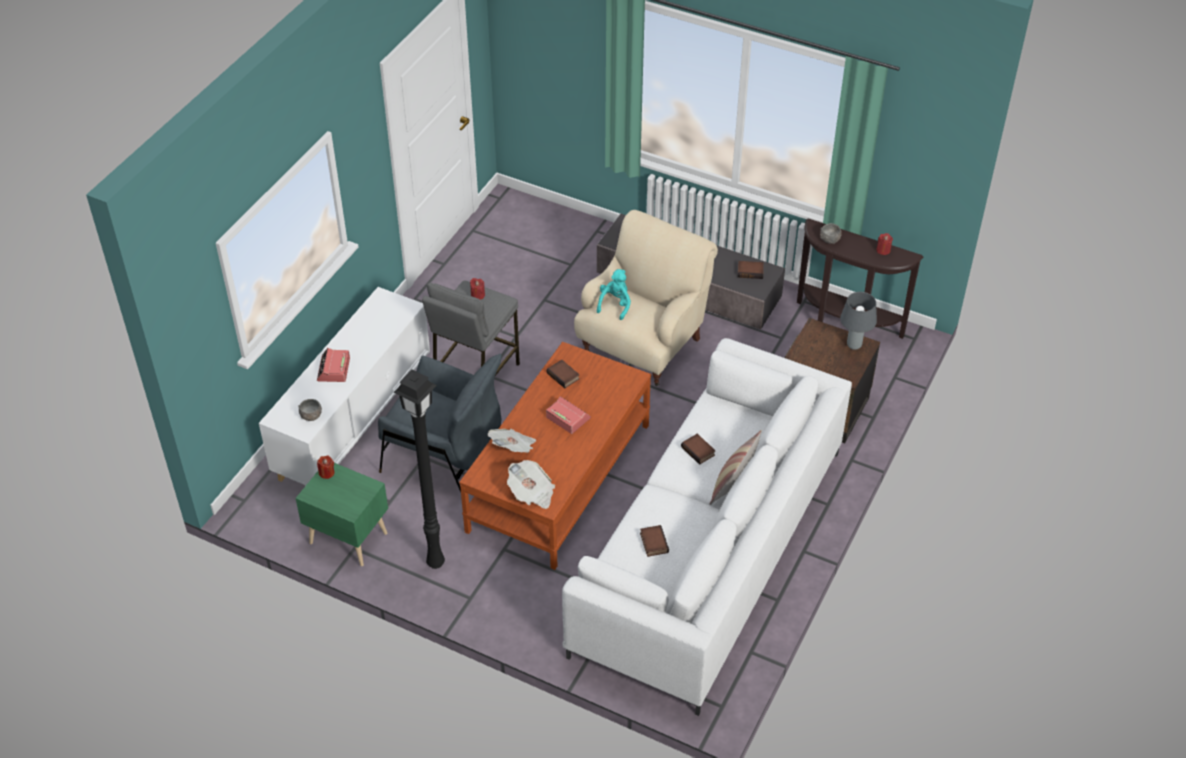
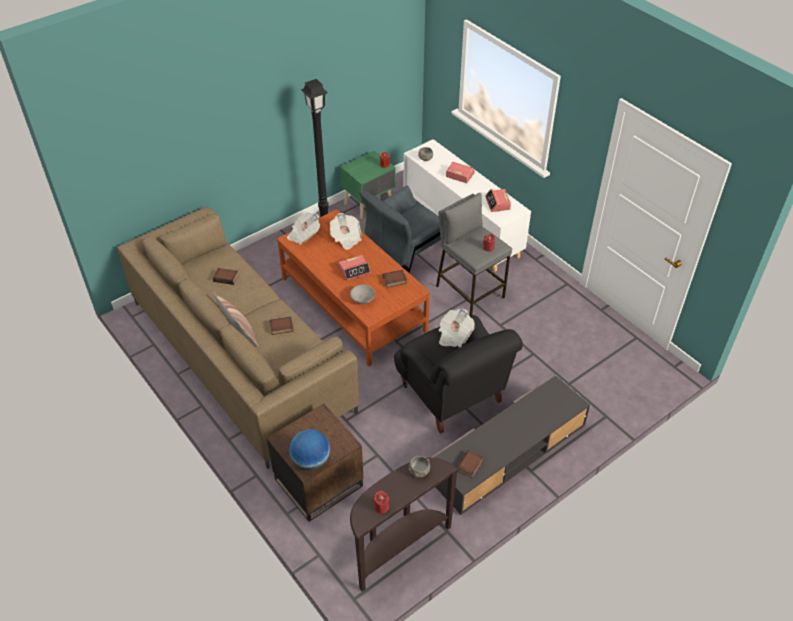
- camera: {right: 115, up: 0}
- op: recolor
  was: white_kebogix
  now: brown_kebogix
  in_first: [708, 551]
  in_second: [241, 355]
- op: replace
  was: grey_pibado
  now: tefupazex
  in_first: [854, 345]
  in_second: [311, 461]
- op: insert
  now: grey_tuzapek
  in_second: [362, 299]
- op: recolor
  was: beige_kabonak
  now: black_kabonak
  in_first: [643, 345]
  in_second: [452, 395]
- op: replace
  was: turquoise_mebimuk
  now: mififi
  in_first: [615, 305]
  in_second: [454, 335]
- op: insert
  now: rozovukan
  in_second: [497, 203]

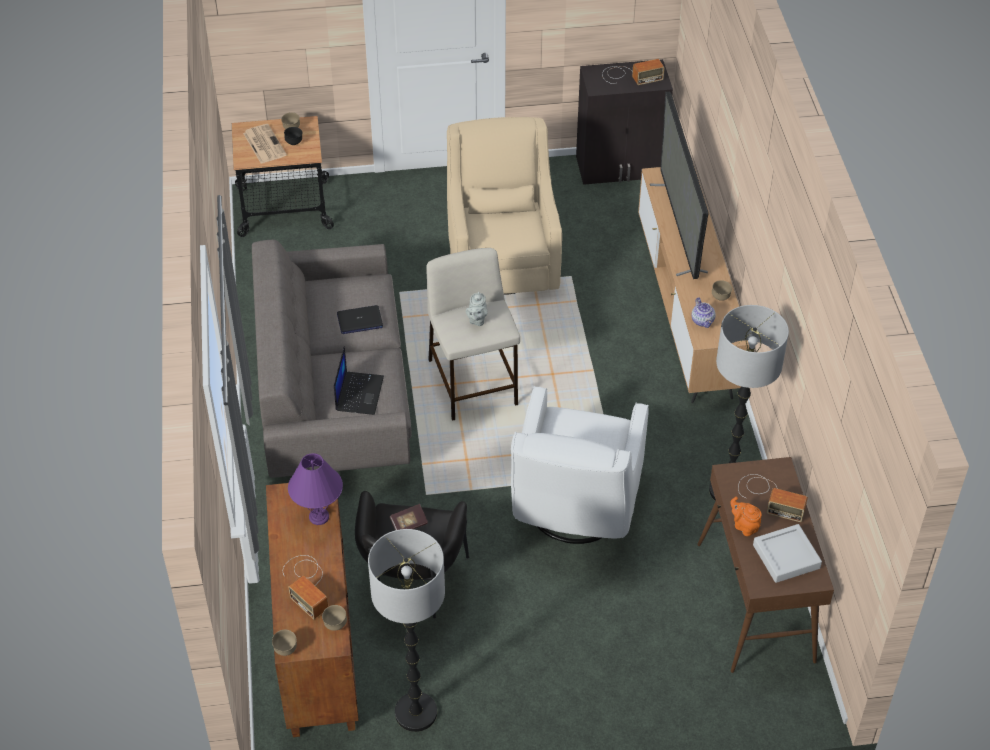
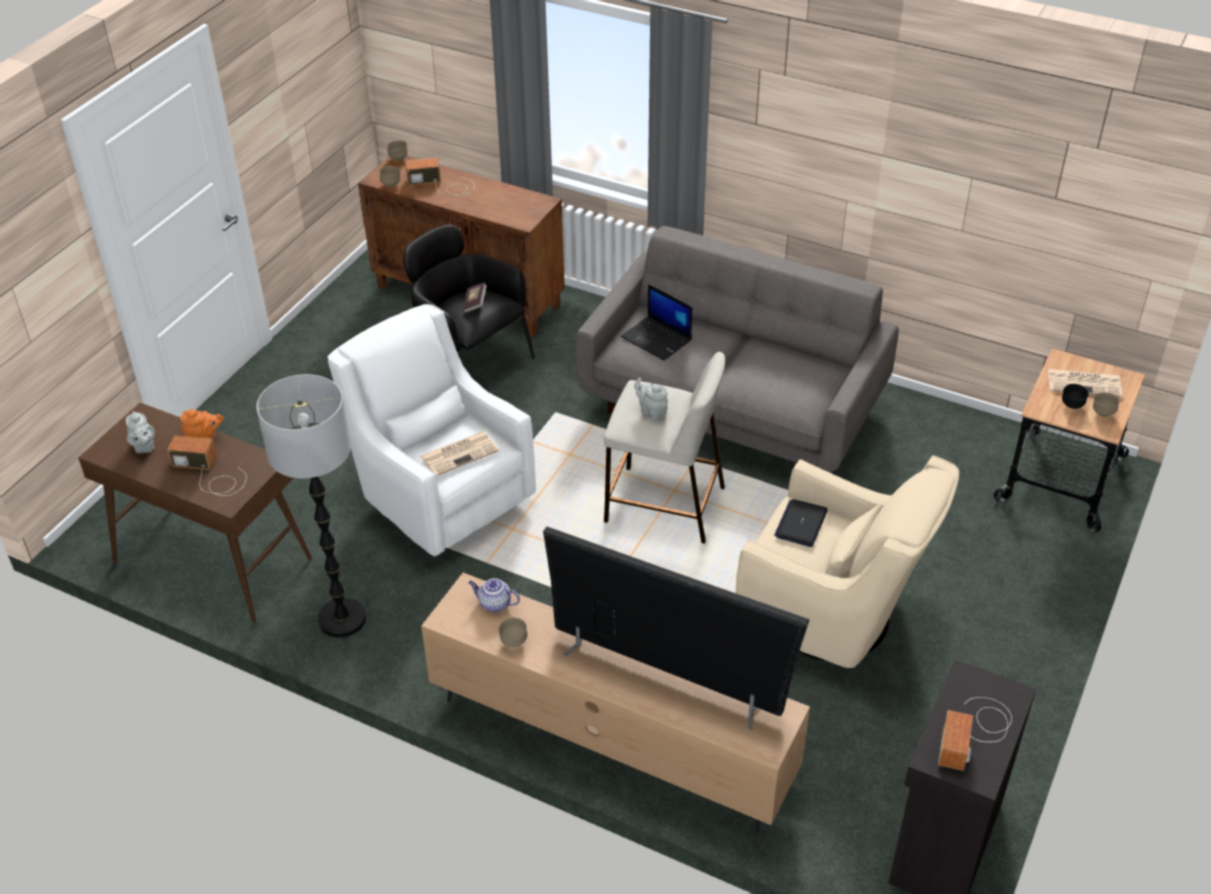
- camera: {right: 125, up: -5}
- op: replace
  was: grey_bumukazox
  now: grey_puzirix
  in_first: [786, 556]
  in_second: [144, 447]
- op: rotate
  was: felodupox
  in_first: [769, 497]
  in_second: [210, 474]
  clockwise: 45
- op: insert
  now: mififi
  in_second: [460, 453]
- op: move
  was: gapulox
  in_first: [359, 321]
  in_second: [801, 524]
- op: delete
  was: purple_pibado
  in_first: [318, 517]
- op: delete
  was: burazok
  in_first: [415, 713]

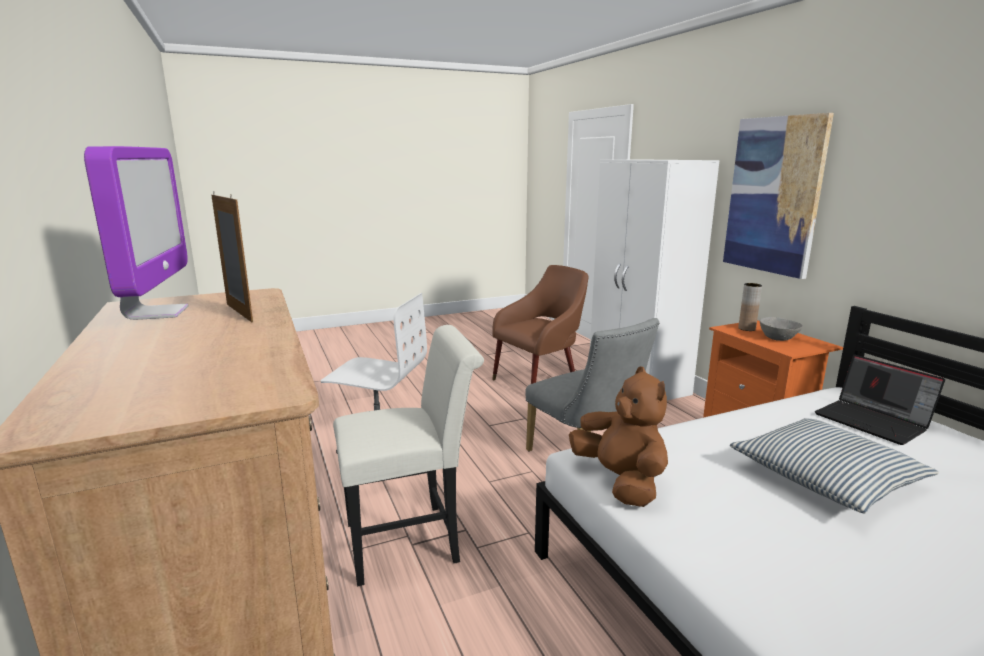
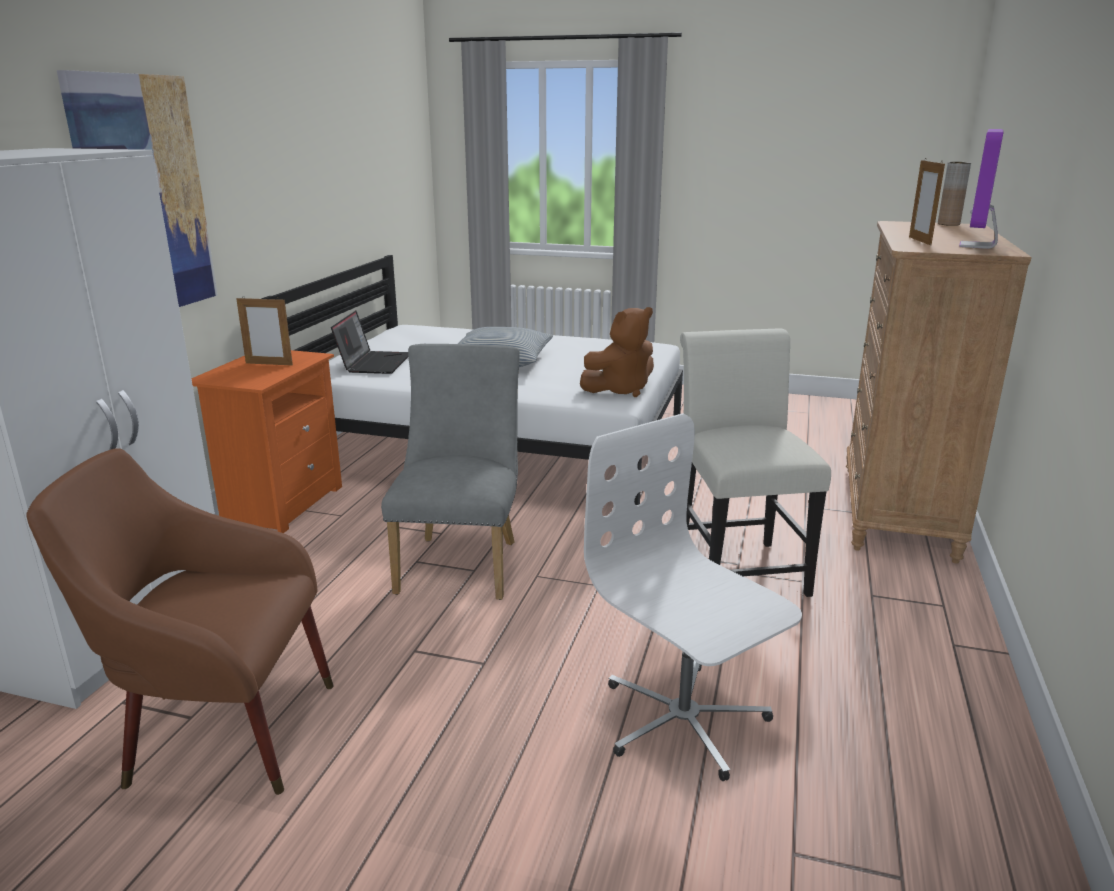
- camera: {right: -140, up: 5}
- op: replace
  was: grey_tuzapek
  now: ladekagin
  in_first: [778, 338]
  in_second: [269, 364]
- op: rotate
  was: brown_mebimuk
  in_first: [620, 481]
  in_second: [620, 390]
  clockwise: -135
- op: rotate
  was: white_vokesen
  in_first: [411, 540]
  in_second: [736, 567]
  clockwise: 60
- op: move
  was: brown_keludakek
  in_first: [746, 328]
  in_second: [948, 224]

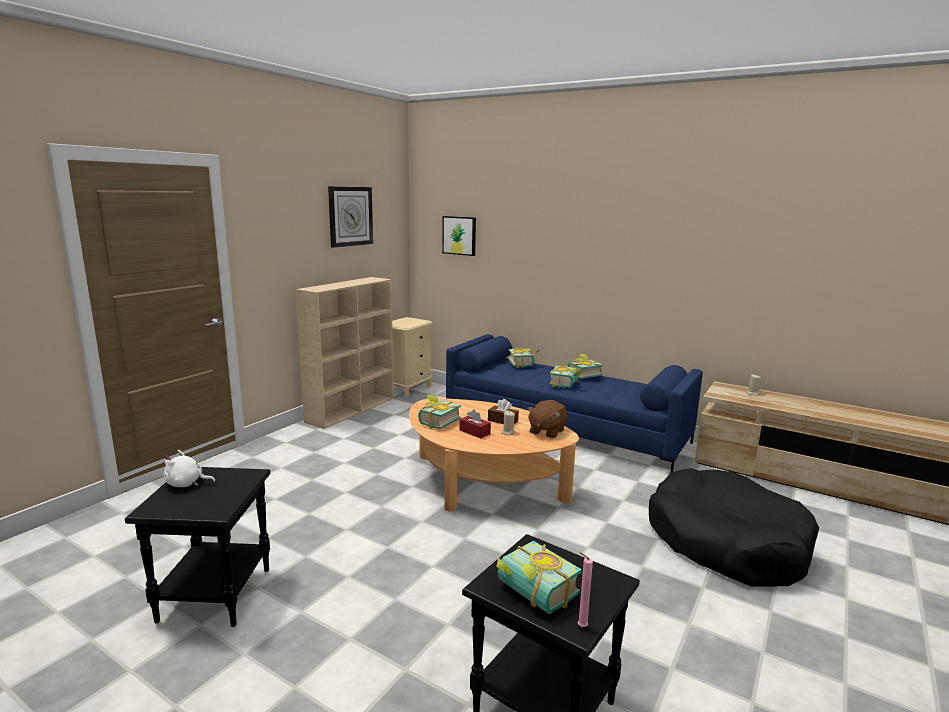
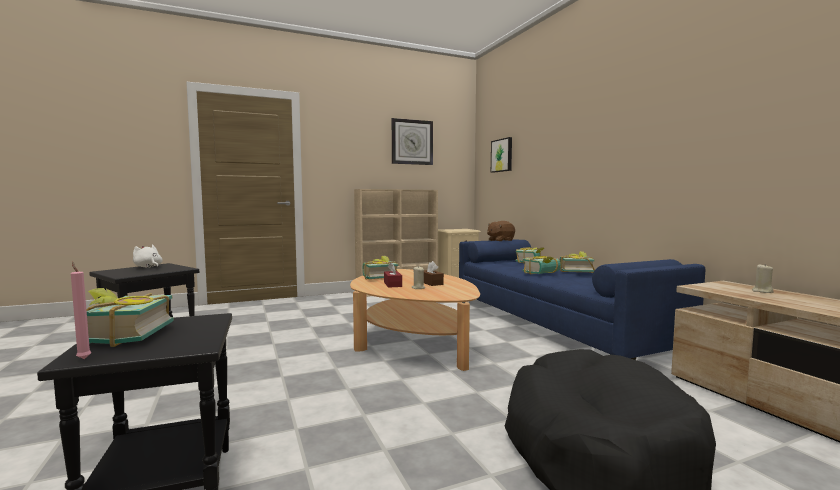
- camera: {right: 35, up: -10}
- op: move
  was: brown_mebimuk
  in_first: [546, 431]
  in_second: [500, 240]

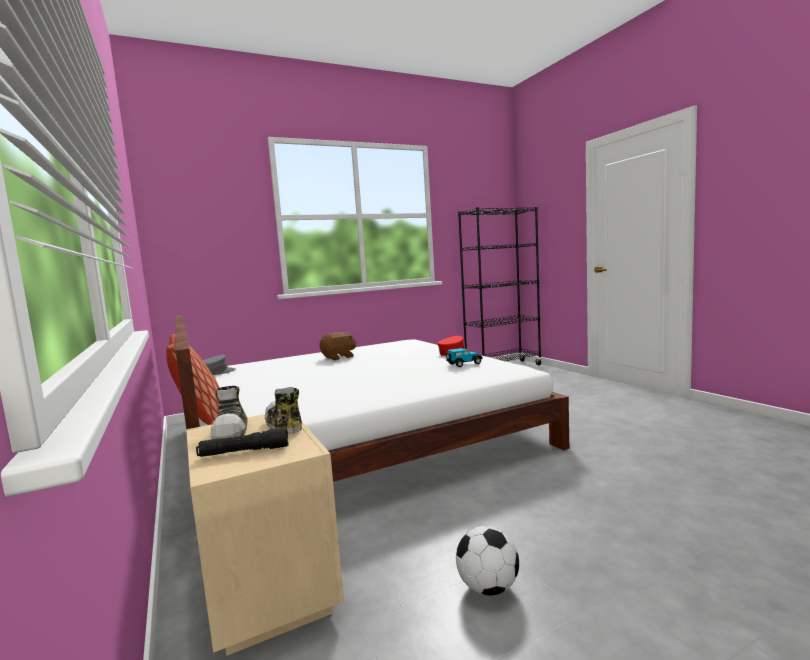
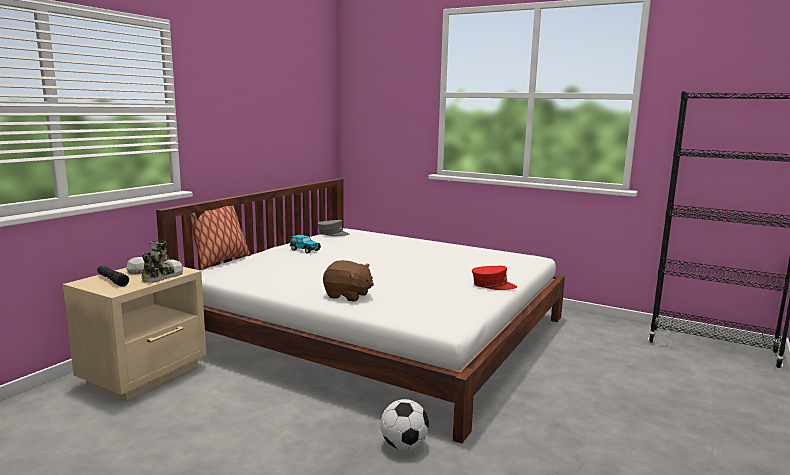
- camera: {right: 55, up: 5}
- op: move
  was: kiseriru
  in_first: [463, 364]
  in_second: [304, 250]
- op: move
  was: brown_mebimuk
  in_first: [339, 357]
  in_second: [348, 296]
- op: move
  was: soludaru
  in_first: [488, 587]
  in_second: [404, 445]

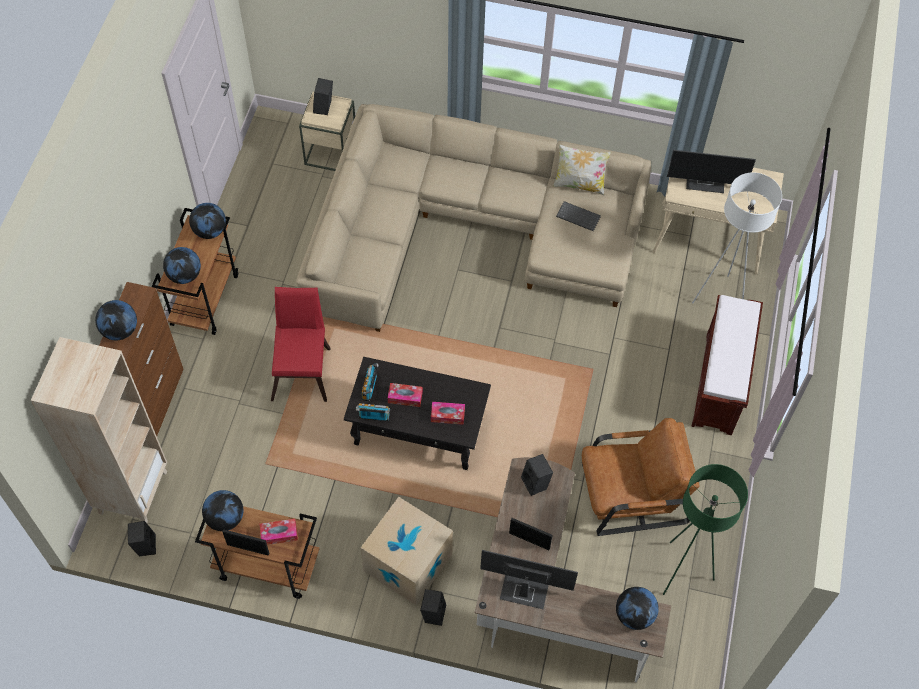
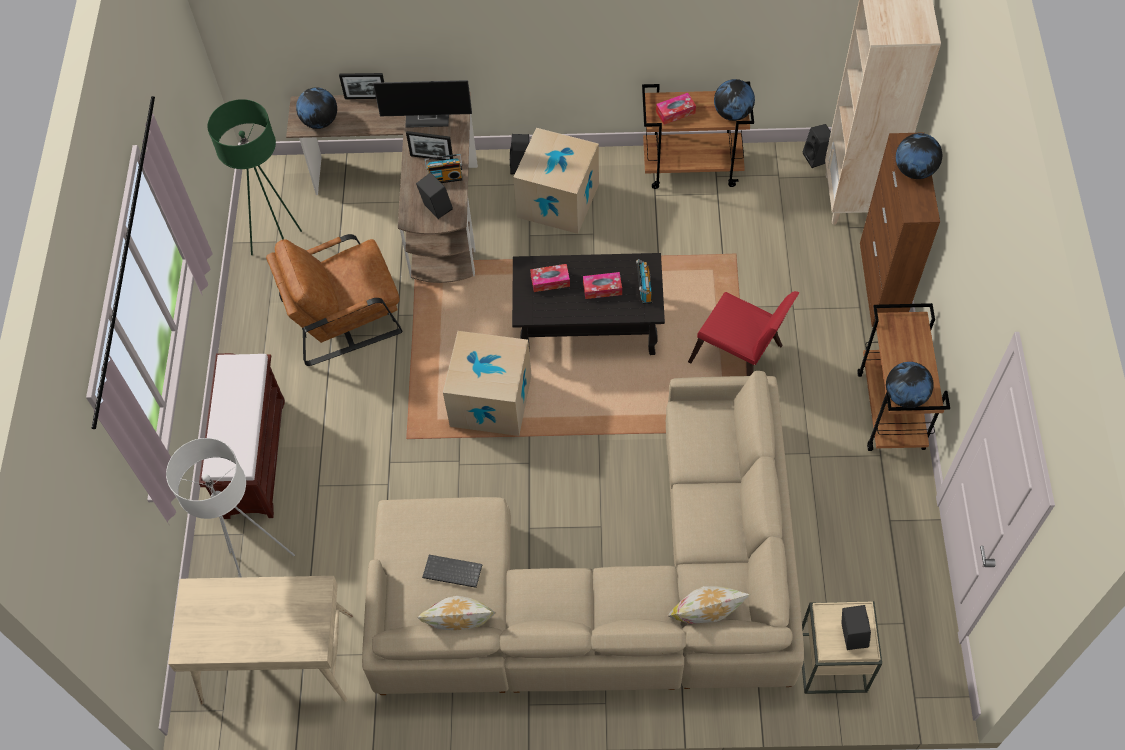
- camera: {right: 170, up: 0}
- op: move
  was: ladekagin
  in_first: [248, 549]
  in_second: [366, 98]
- op: move
  was: felodupox
  in_first: [373, 417]
  in_second: [445, 177]
- op: insert
  now: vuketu
  in_second: [491, 401]
- op: insert
  now: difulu
  in_second: [705, 617]
- op: rotate
  was: red_vokesen
  in_first: [302, 369]
  in_second: [740, 358]
  clockwise: -45
- op: delete
  was: tefupazex
  in_first: [185, 275]
- op: delete
  was: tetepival
  in_first: [706, 182]

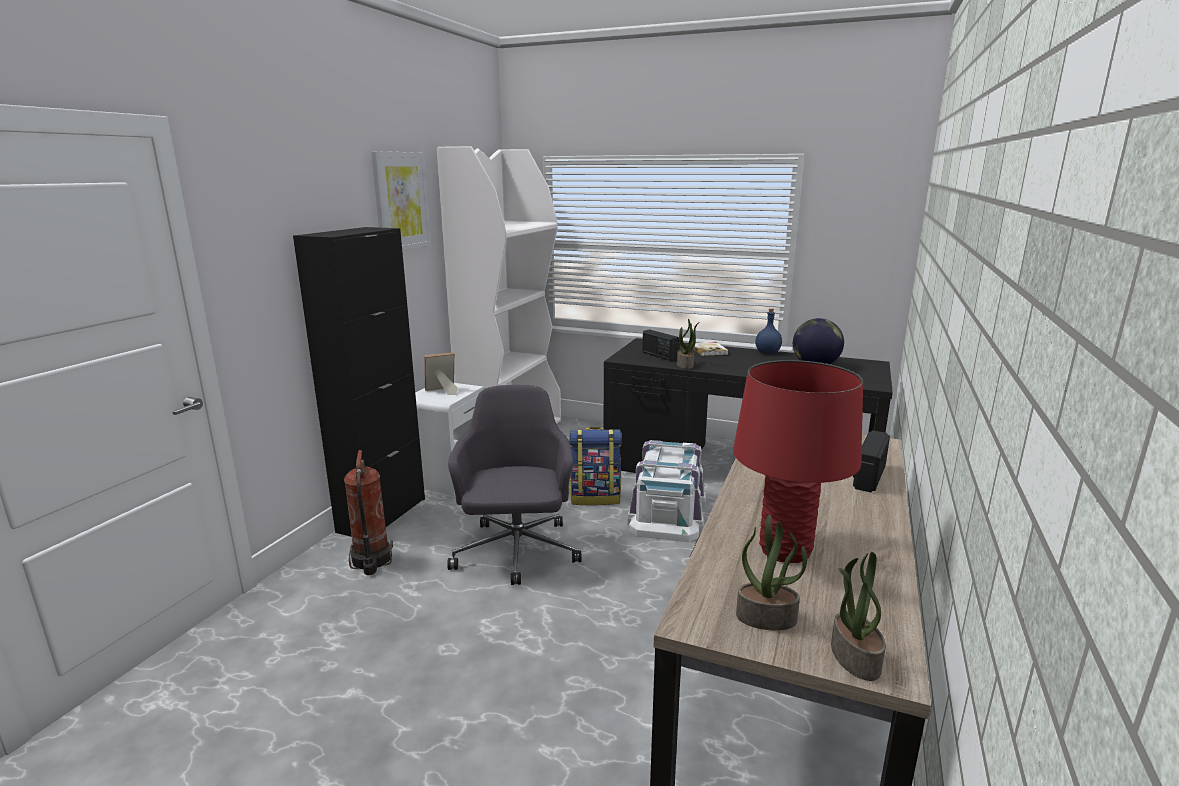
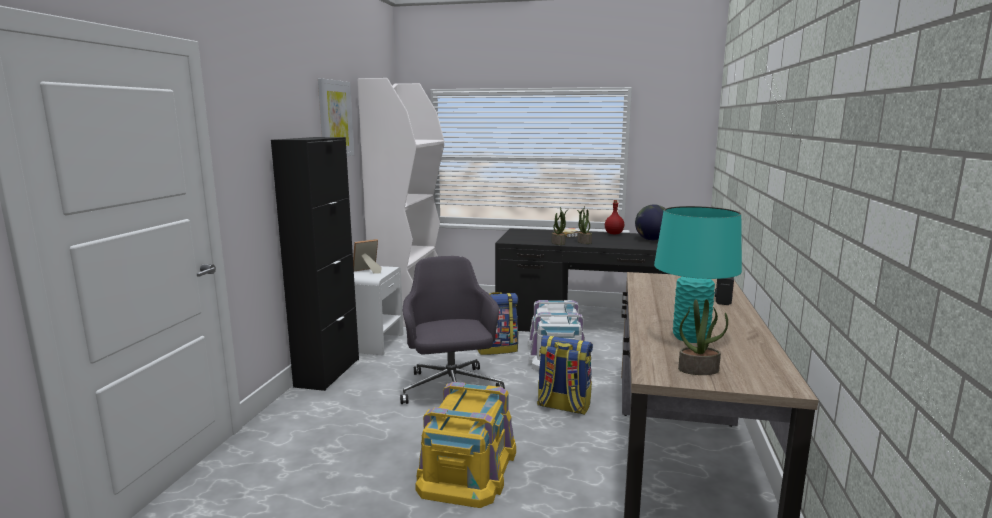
- camera: {right: -10, up: -5}
- op: insert
  now: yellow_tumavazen
  in_second: [469, 467]
- op: insert
  now: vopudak
  in_second: [563, 406]
- op: move
  was: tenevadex
  in_first: [853, 657]
  in_second: [584, 242]
- op: recolor
  was: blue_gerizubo
  now: red_gerizubo
  in_first: [767, 353]
  in_second: [613, 234]
- op: recolor
  was: red_pibado
  now: turquoise_pibado
  in_first: [785, 551]
  in_second: [690, 337]
- op: delete
  was: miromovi
  in_first: [371, 561]
- op: delete
  was: felodupox
  in_first: [659, 356]

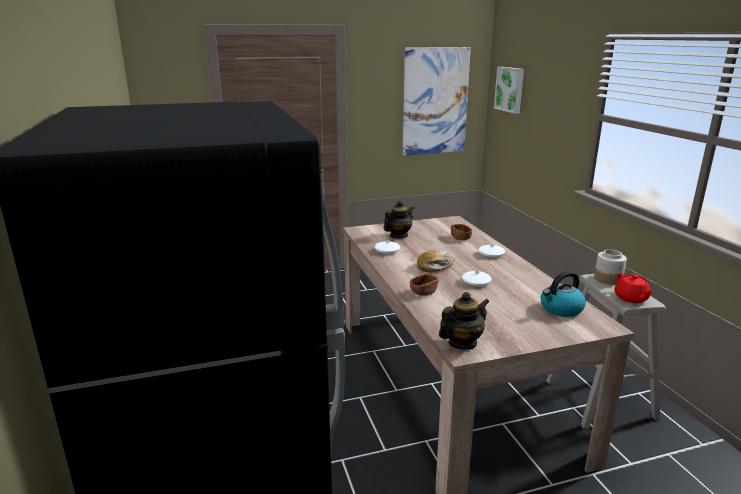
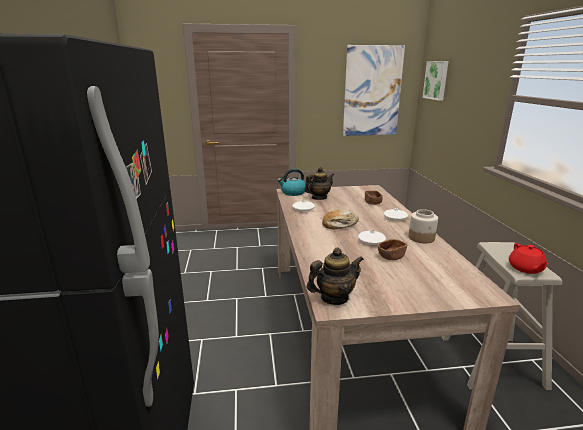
- camera: {right: 10, up: 0}
- op: move
  was: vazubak
  in_first: [561, 309]
  in_second: [293, 192]
- op: move
  was: brown_tuzapek
  in_first: [423, 292]
  in_second: [391, 256]
- op: move
  was: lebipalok
  in_first: [608, 279]
  in_second: [421, 238]

